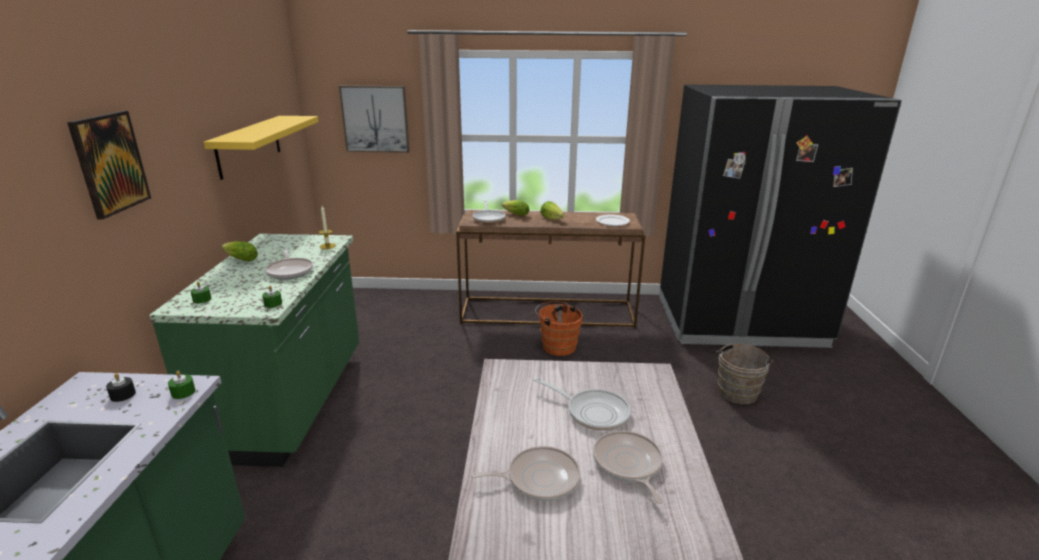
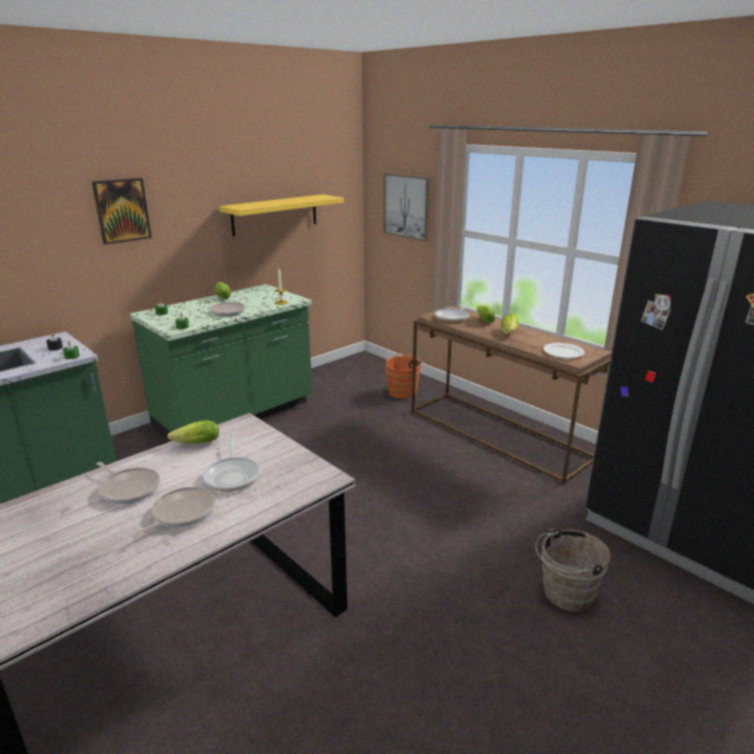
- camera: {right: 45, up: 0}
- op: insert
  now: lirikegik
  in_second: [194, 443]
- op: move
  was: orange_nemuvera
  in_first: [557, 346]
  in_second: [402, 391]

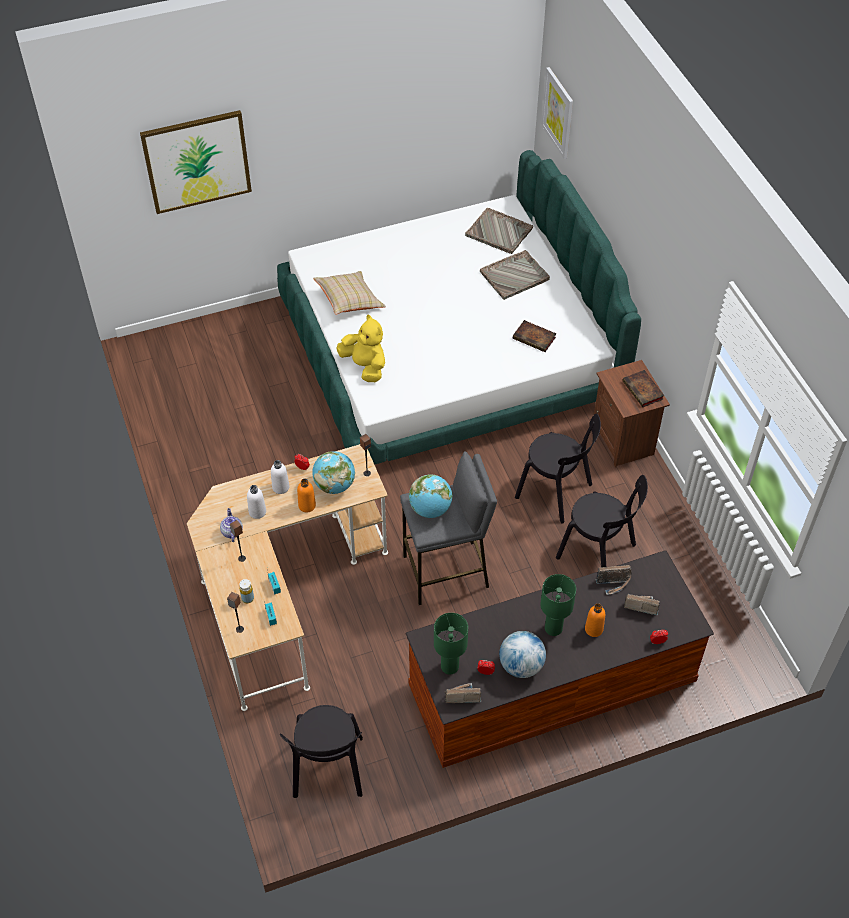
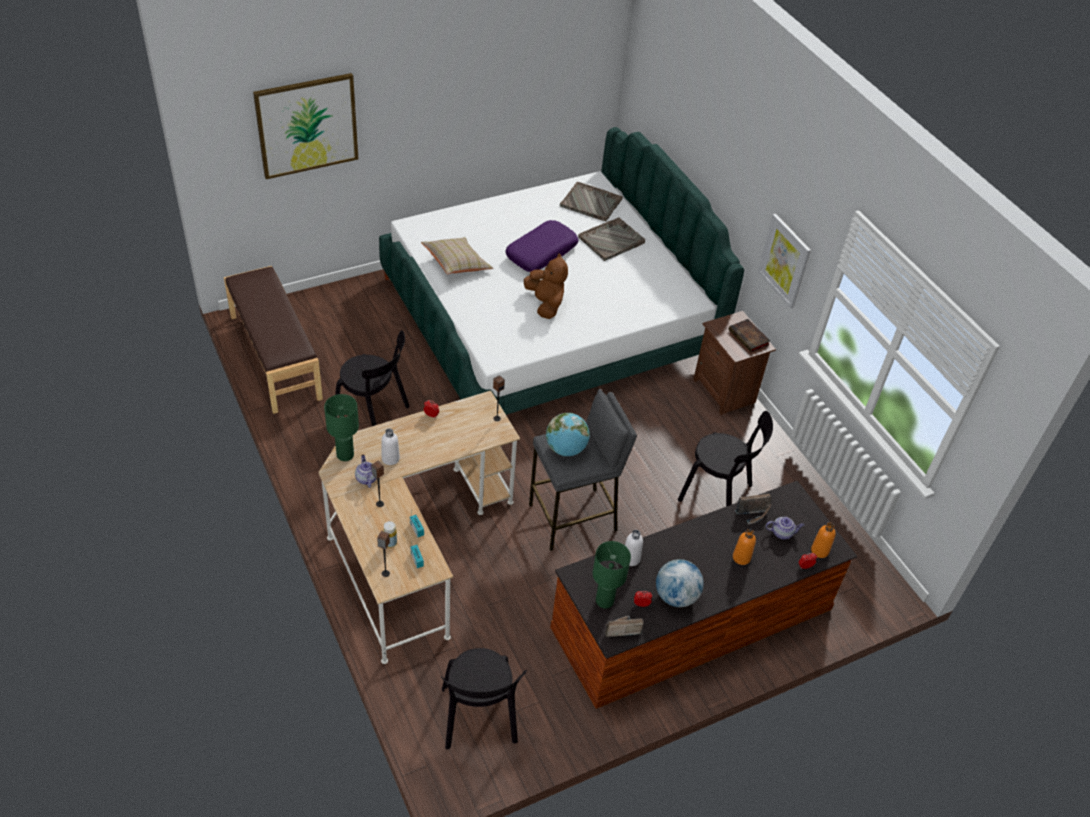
- camera: {right: -10, up: -5}
- op: insert
  now: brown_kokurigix
  in_second: [274, 357]
- op: move
  was: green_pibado
  in_first: [554, 628]
  in_second: [345, 455]
- op: move
  was: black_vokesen
  in_first: [556, 493]
  in_second: [374, 415]
- op: insert
  now: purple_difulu
  in_second: [541, 252]
- op: insert
  now: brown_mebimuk
  in_second: [545, 304]
- op: move
  was: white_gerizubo
  in_first: [280, 487]
  in_second: [631, 558]
- op: move
  was: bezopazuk
  in_first: [558, 113]
  in_second: [784, 261]
- op: replace
  was: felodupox
  now: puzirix
  in_first: [640, 605]
  in_second: [782, 533]
- op: move
  was: orange_gerizubo
  in_first: [307, 505]
  in_second: [819, 551]
- op: delete
  was: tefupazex
  in_first: [334, 485]
- op: delete
  was: yellow_mebimuk
  in_first: [365, 366]
- op: delete
  was: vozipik
  in_first: [535, 338]

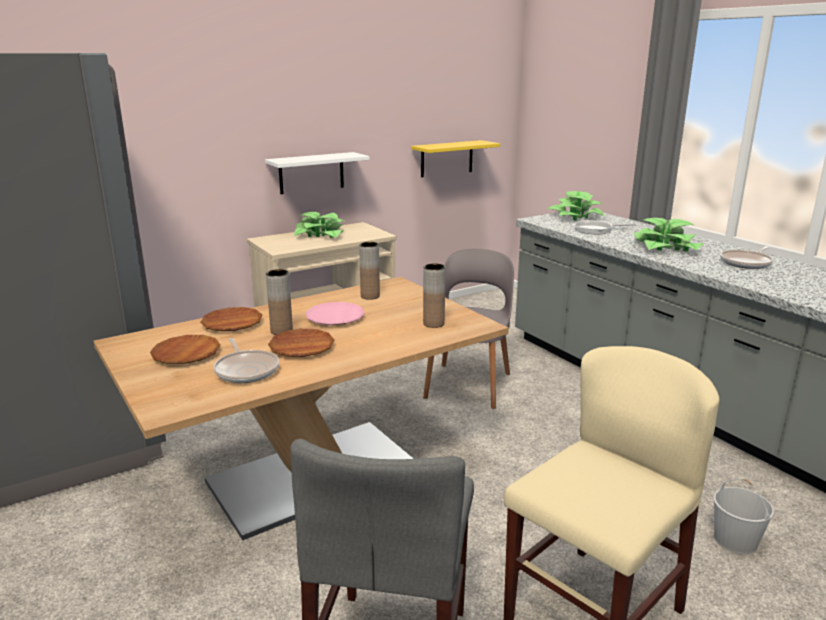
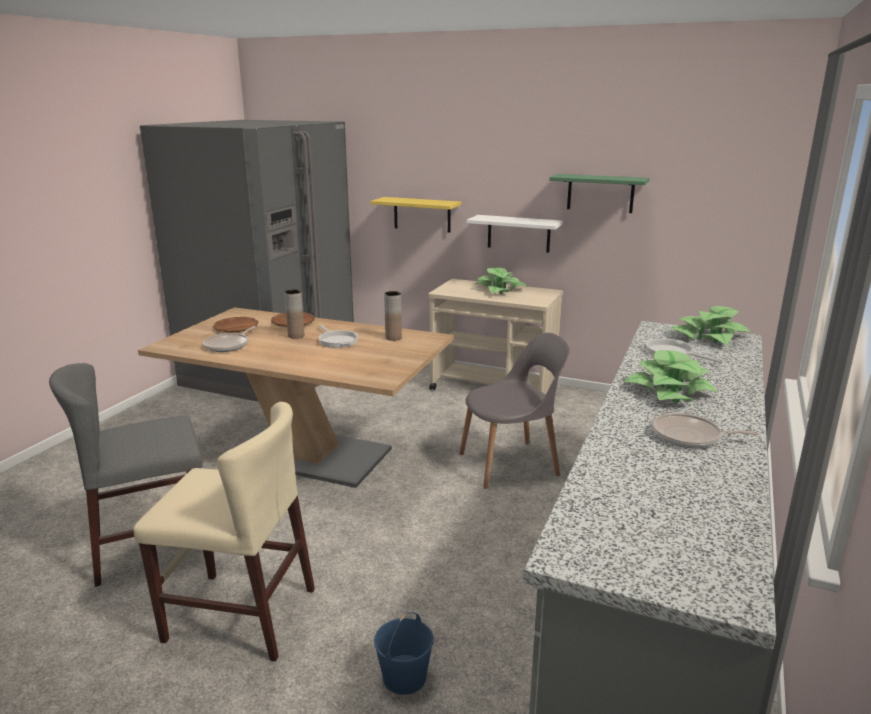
- camera: {right: 55, up: 0}
- op: replace
  was: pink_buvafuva
  now: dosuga
  in_first: [335, 318]
  in_second: [337, 341]
- op: move
  was: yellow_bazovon
  in_first: [446, 158]
  in_second: [422, 214]
- op: recolor
  was: white_nemuvera
  now: blue_nemuvera
  in_first: [736, 540]
  in_second: [404, 677]
- op: insert
  now: green_bazovon
  in_second: [600, 193]
- op: delete
  was: brown_buvafuva
  in_first: [302, 347]
- op: delete
  was: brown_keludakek
  in_first: [433, 324]

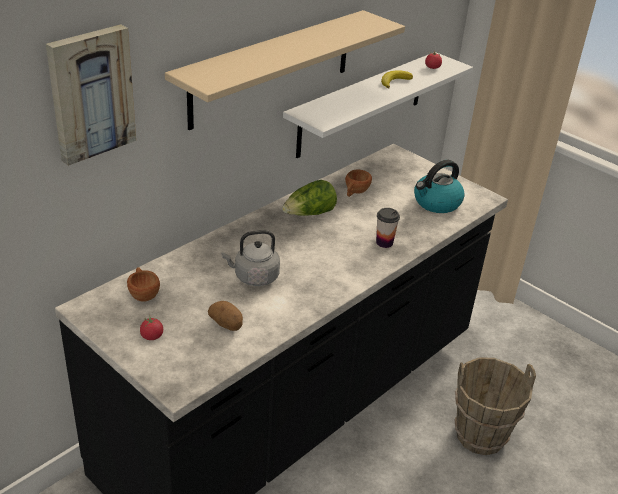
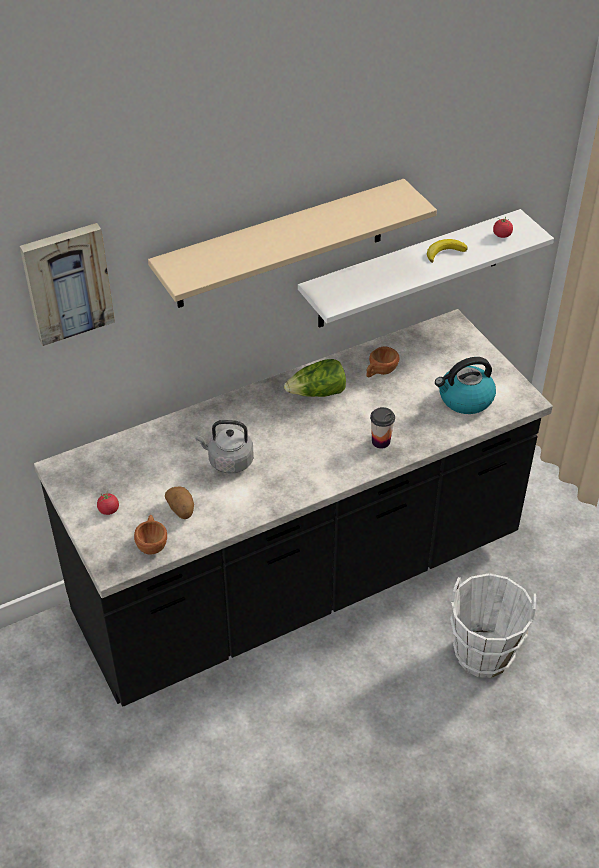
- camera: {right: 20, up: 10}
- op: move
  was: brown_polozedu
  in_first: [143, 293]
  in_second: [152, 543]
- op: recolor
  was: brown_nemuvera
  now: white_nemuvera
  in_first: [480, 436]
  in_second: [483, 655]

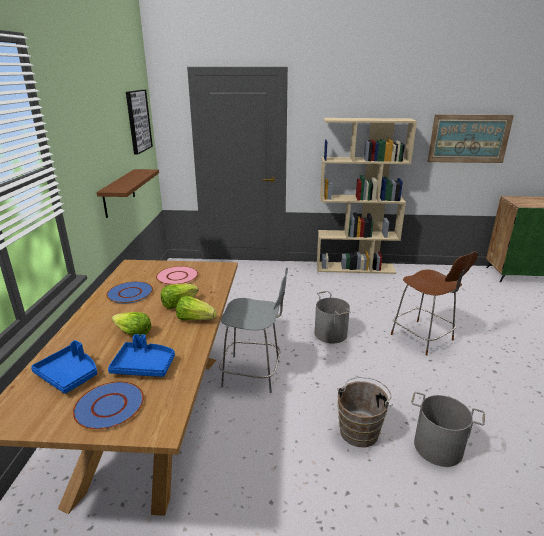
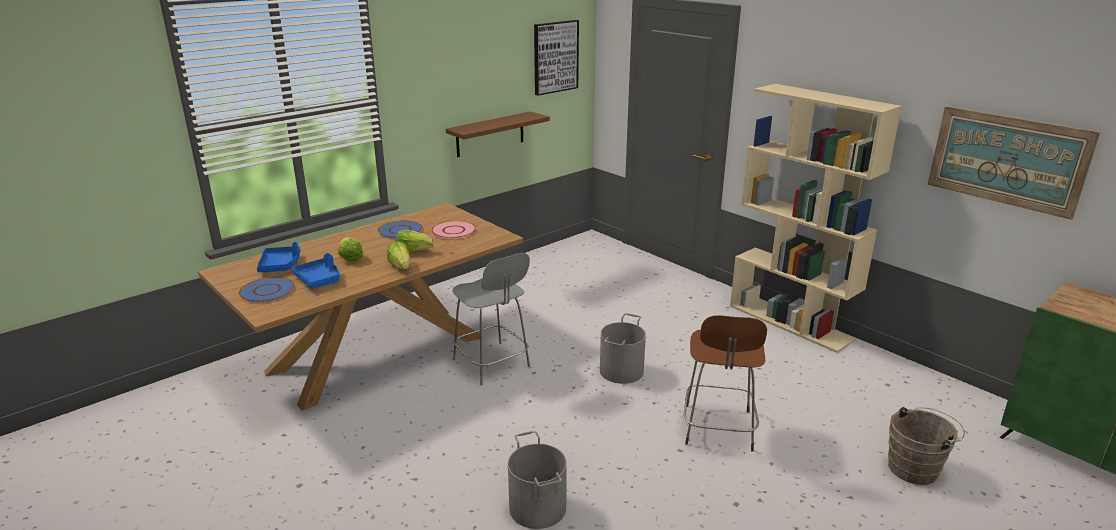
- camera: {right: 45, up: 0}
- op: move
  was: brown_nemuvera
  in_first: [360, 430]
  in_second: [916, 468]

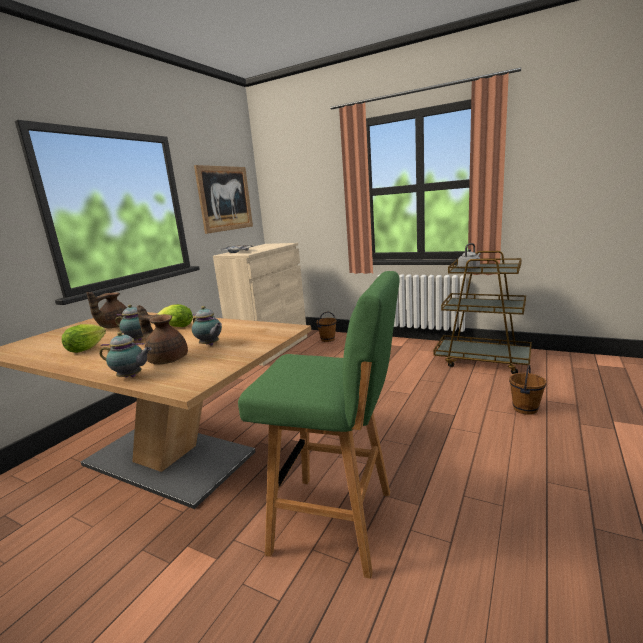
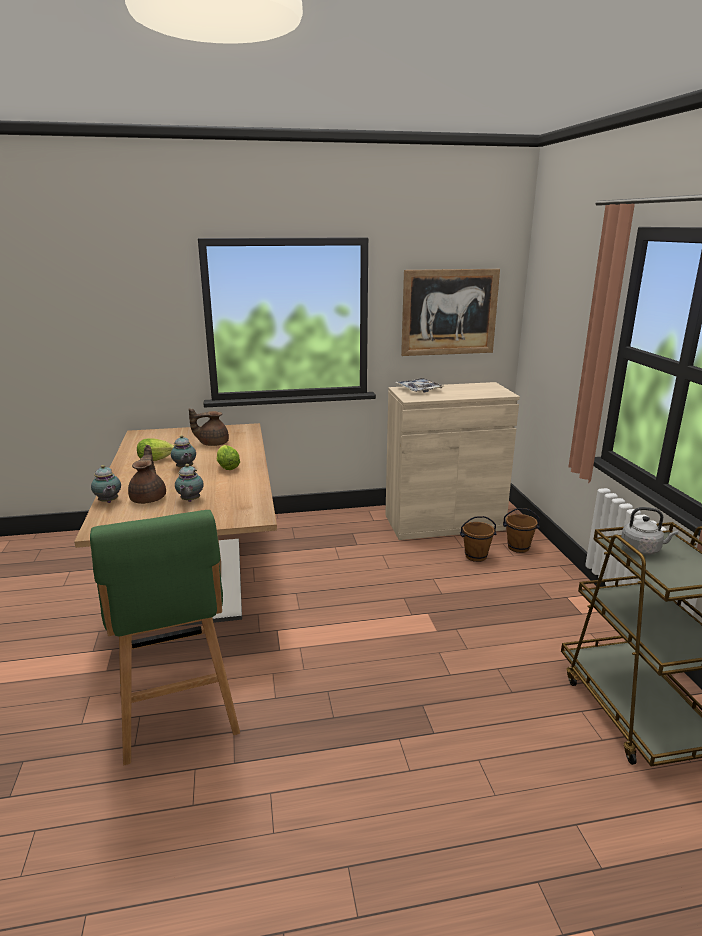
- camera: {right: 50, up: 5}
- op: move
  was: brown_nemuvera
  in_first: [525, 409]
  in_second: [476, 556]

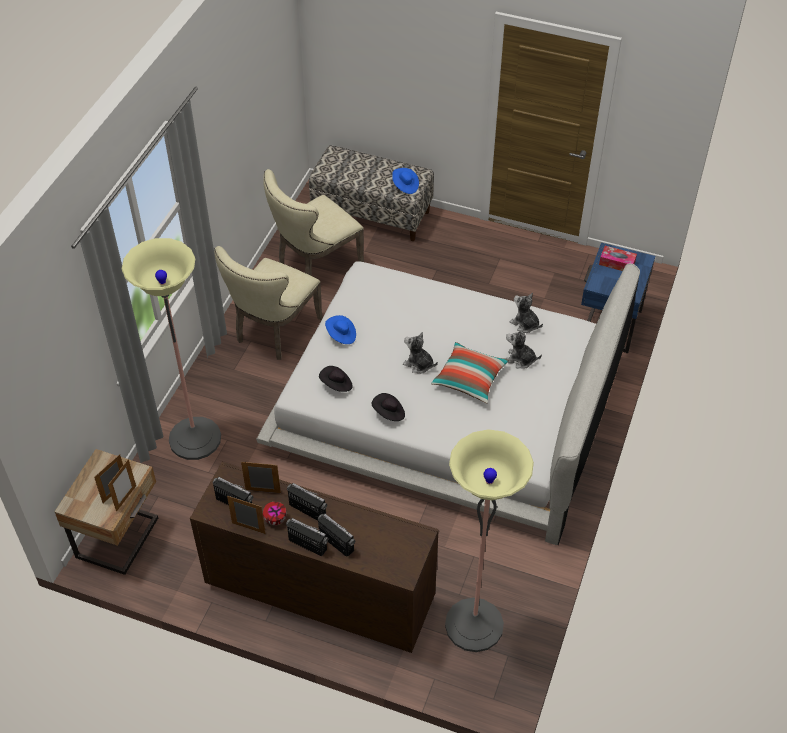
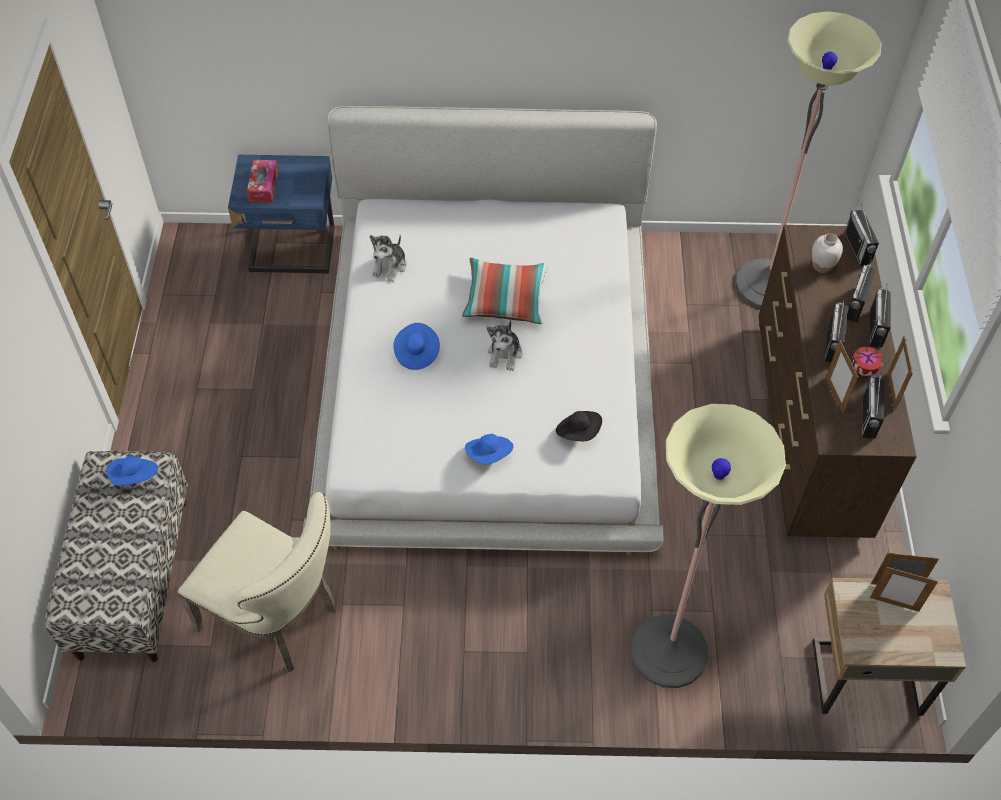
- camera: {right: -110, up: 5}
- op: insert
  now: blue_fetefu
  in_second: [416, 353]
- op: insert
  now: white_keludakek
  in_second: [821, 266]
- op: insert
  now: felodupox
  in_second: [857, 248]
- op: delete
  was: beige_vokesen
  in_first: [274, 332]
- op: delete
  was: black_fetefu
  in_first: [389, 413]
- op: delete
  was: mebimuk
  in_first: [520, 359]

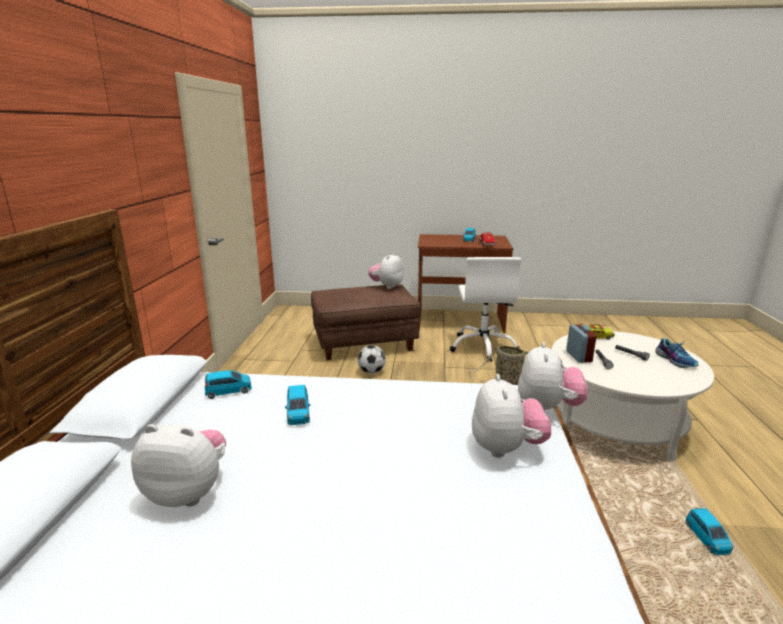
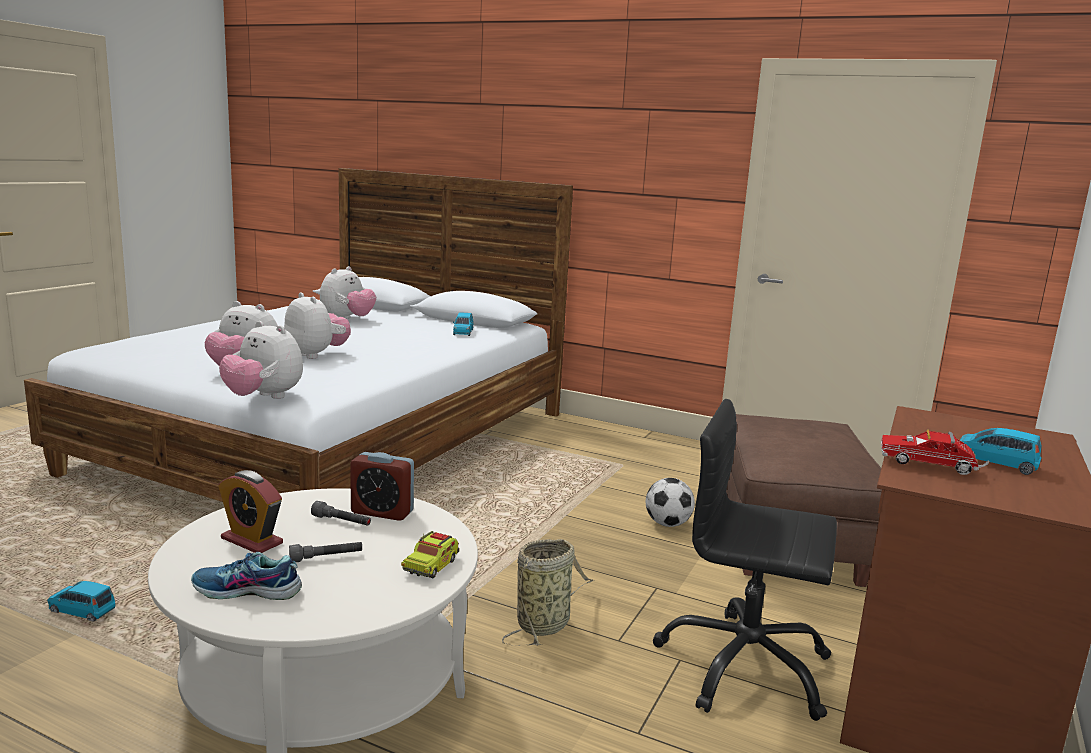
- camera: {right: 110, up: -5}
- op: insert
  now: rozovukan
  in_second: [252, 541]
- op: move
  was: mebimuk
  in_first: [387, 286]
  in_second: [316, 355]
- op: recolor
  was: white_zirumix
  now: black_zirumix
  in_first: [483, 346]
  in_second: [744, 667]
- op: delete
  was: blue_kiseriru
  in_first: [298, 414]

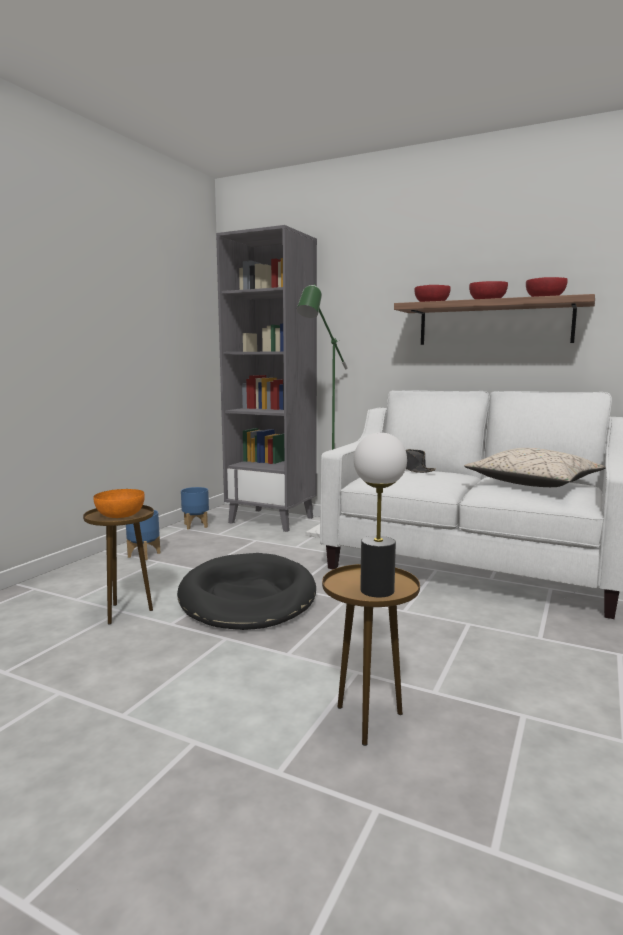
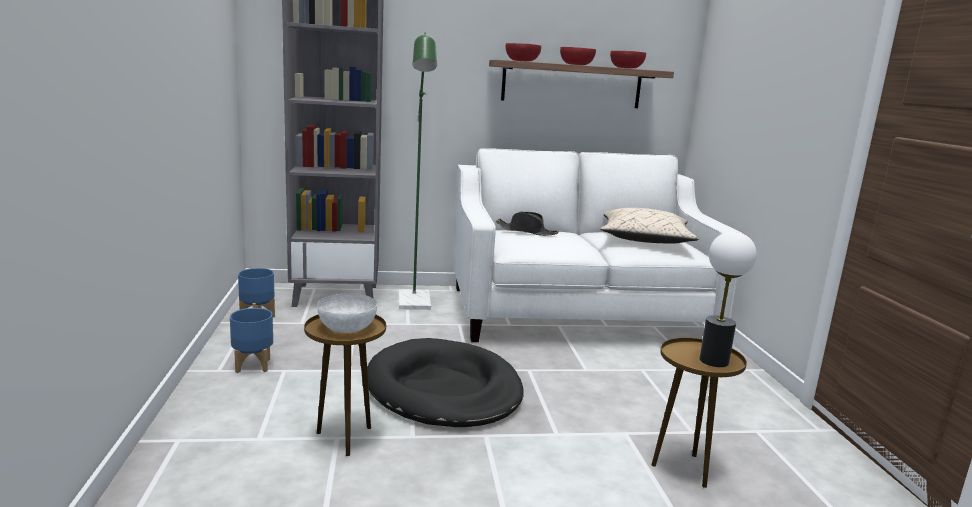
- camera: {right: -35, up: 5}
- op: recolor
  was: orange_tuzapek
  now: white_tuzapek
  in_first: [120, 515]
  in_second: [348, 328]

